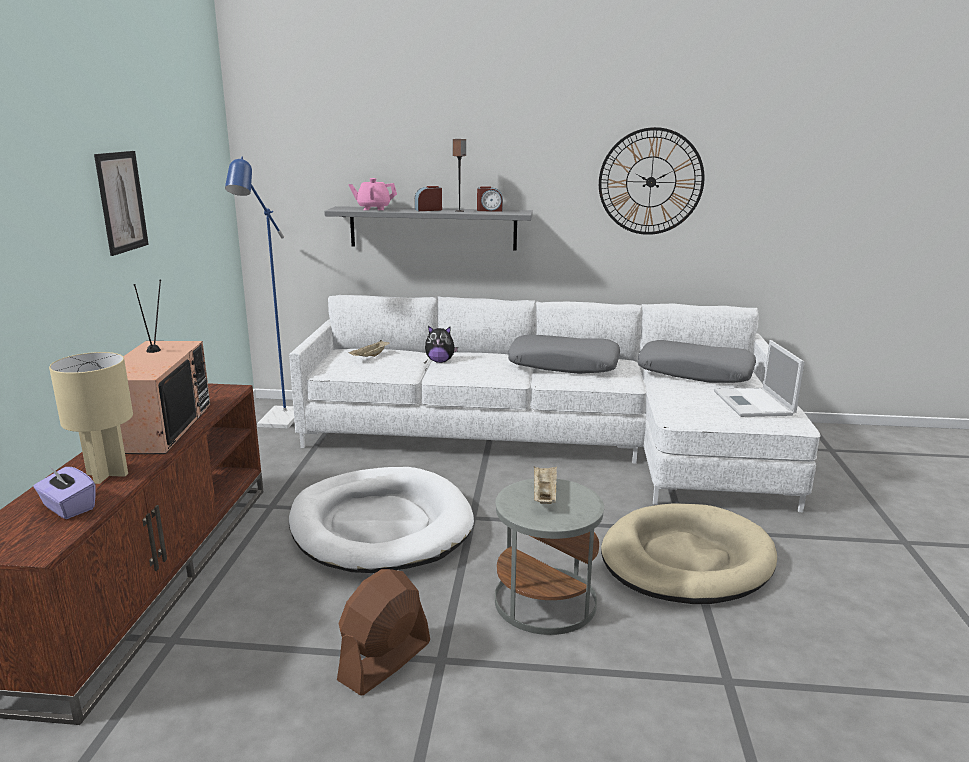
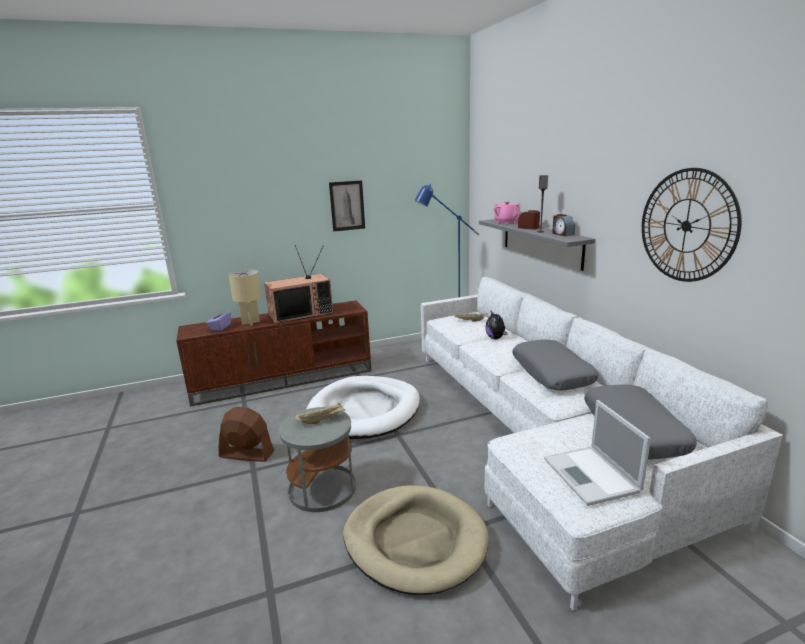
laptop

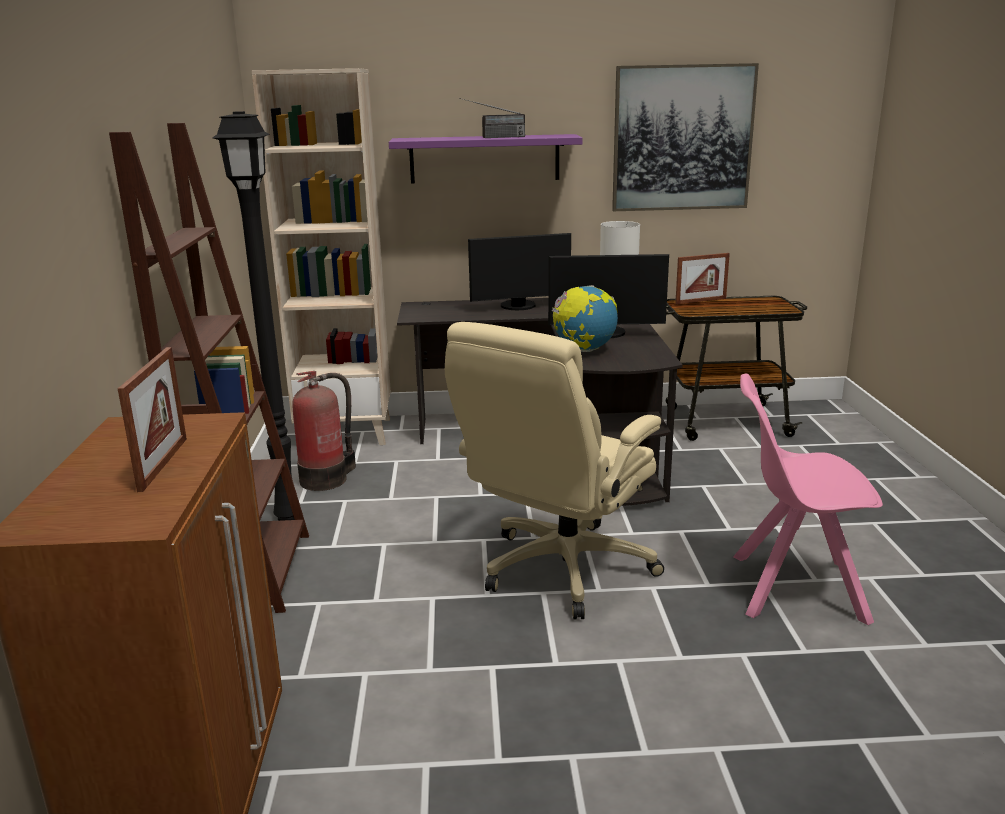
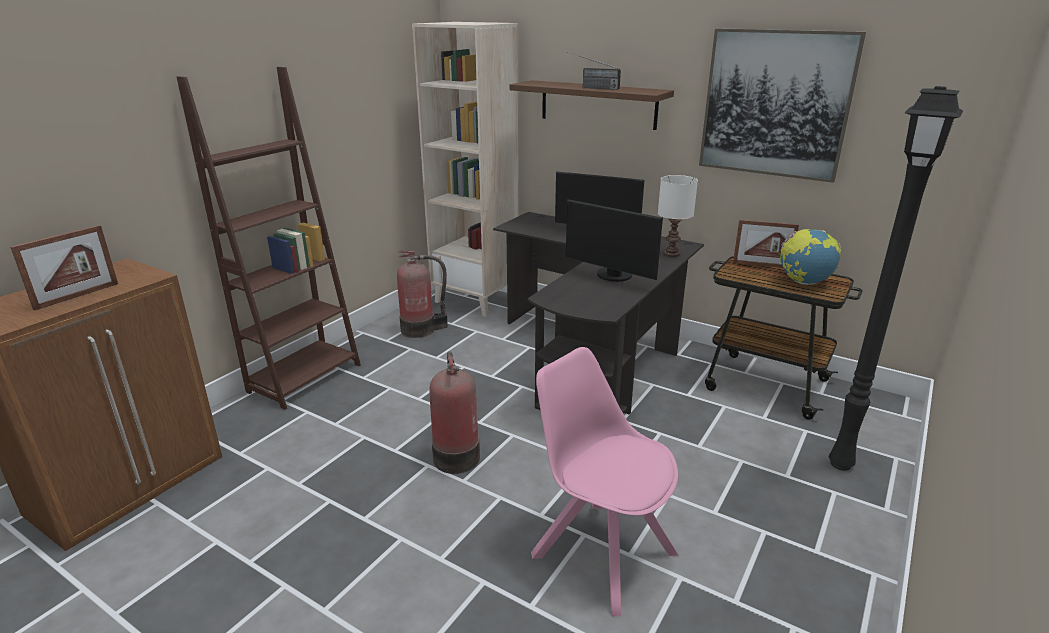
fire extinguisher (no. 2 from left)
shelf in brown
globe
floor lamp in black

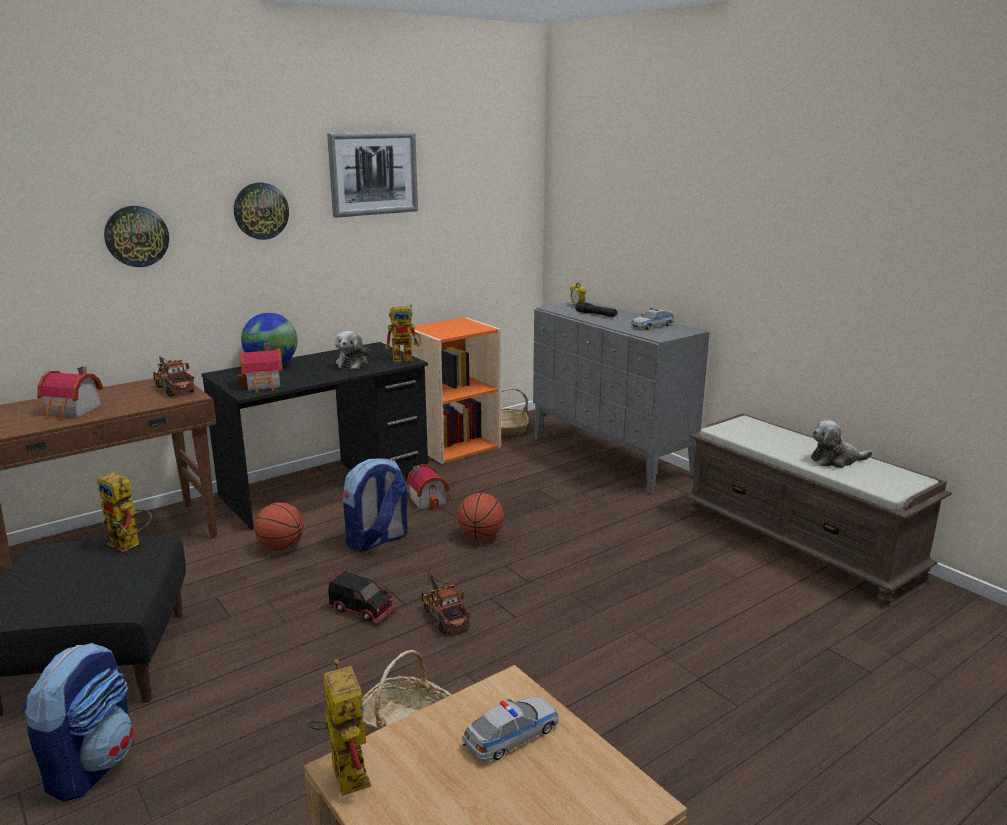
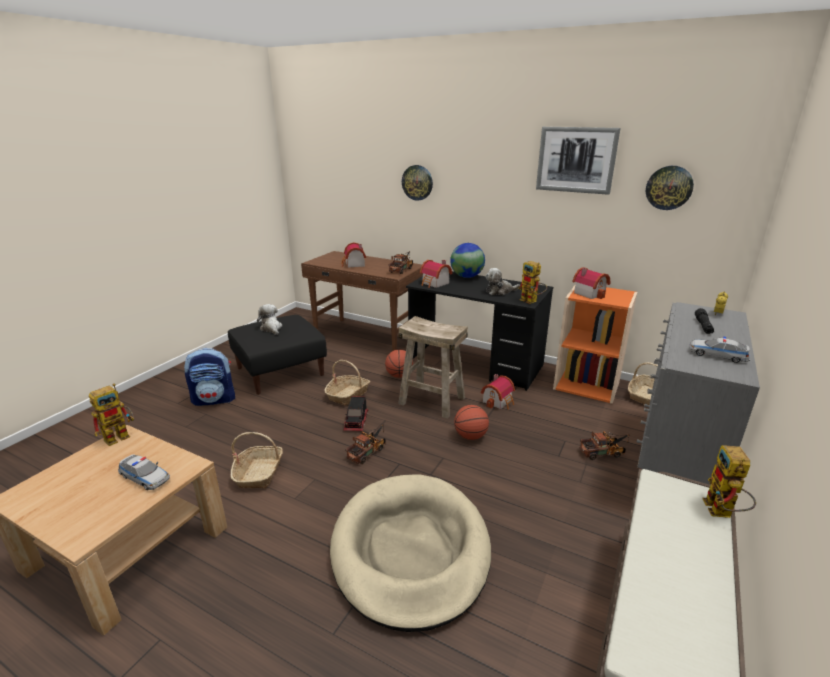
plush toy (no. 1 from left)
basket (no. 2 from left)
dog bed in beige
stool in beige
toy house (no. 4 from left)
toy truck (no. 4 from left)
wall clock (no. 2 from left)
toy robot (no. 3 from left)

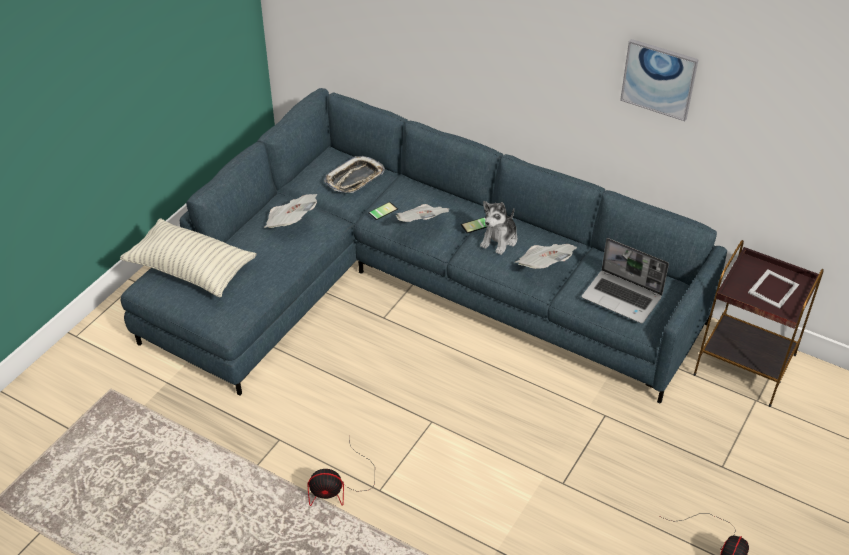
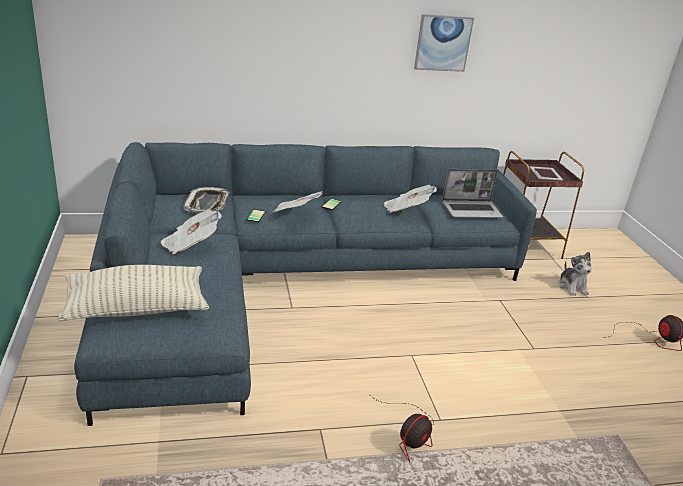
plush toy

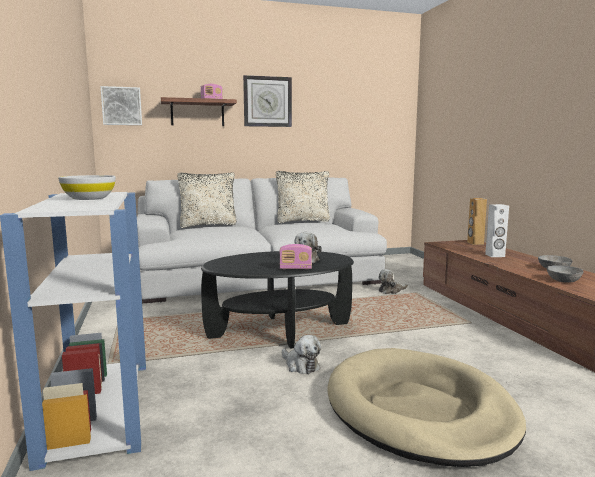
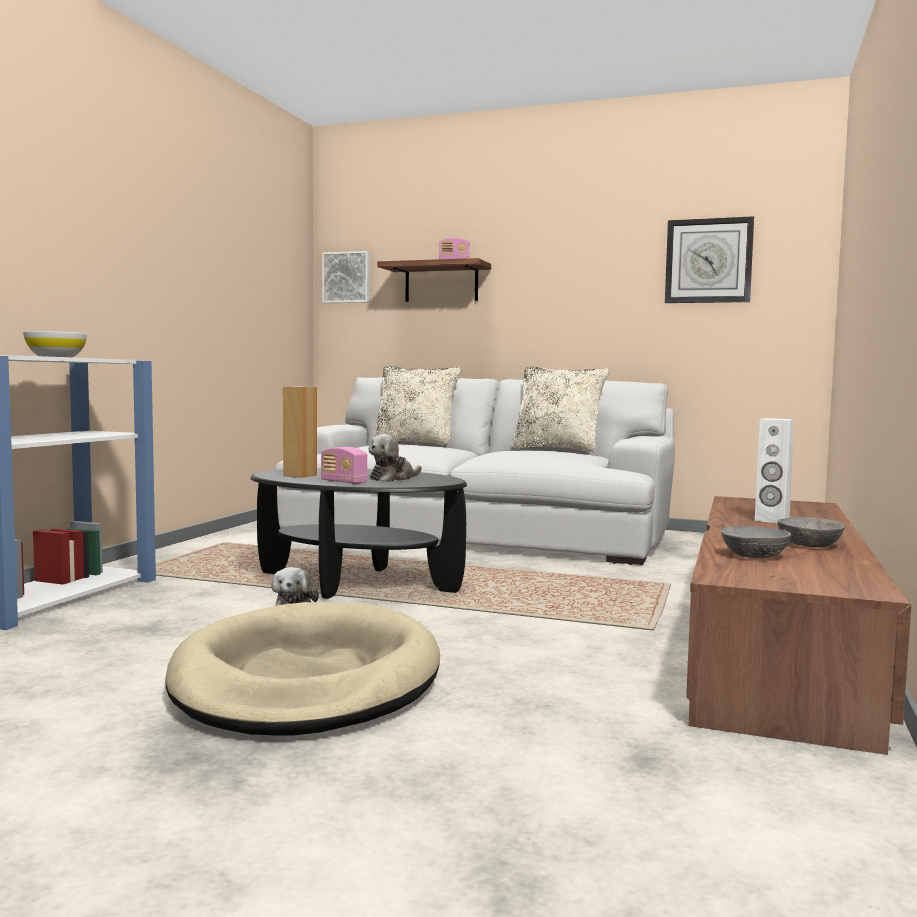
speaker in brown
wall clock
plush toy (no. 3 from left in the first image)

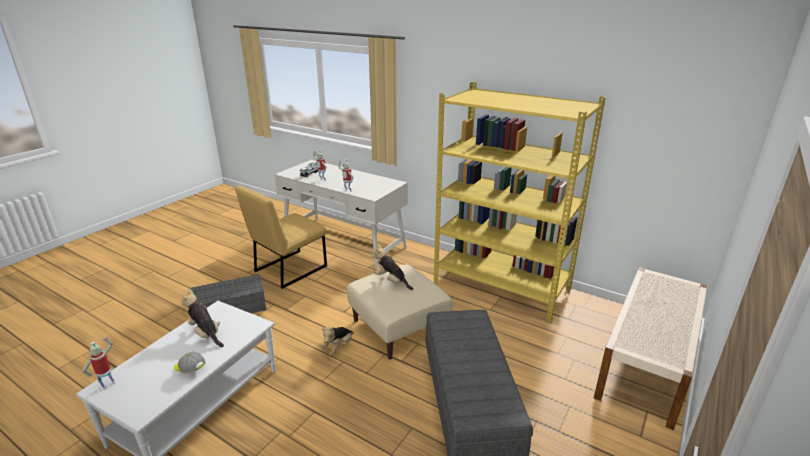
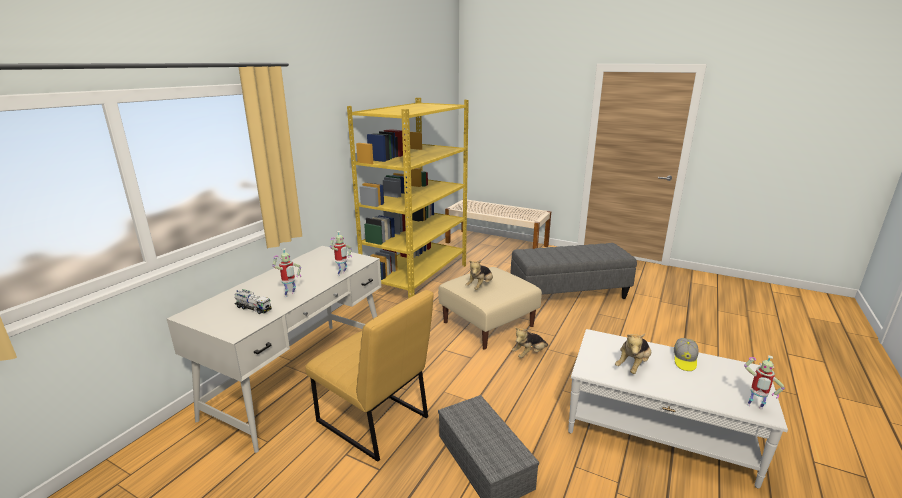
plush toy (no. 2 from left)

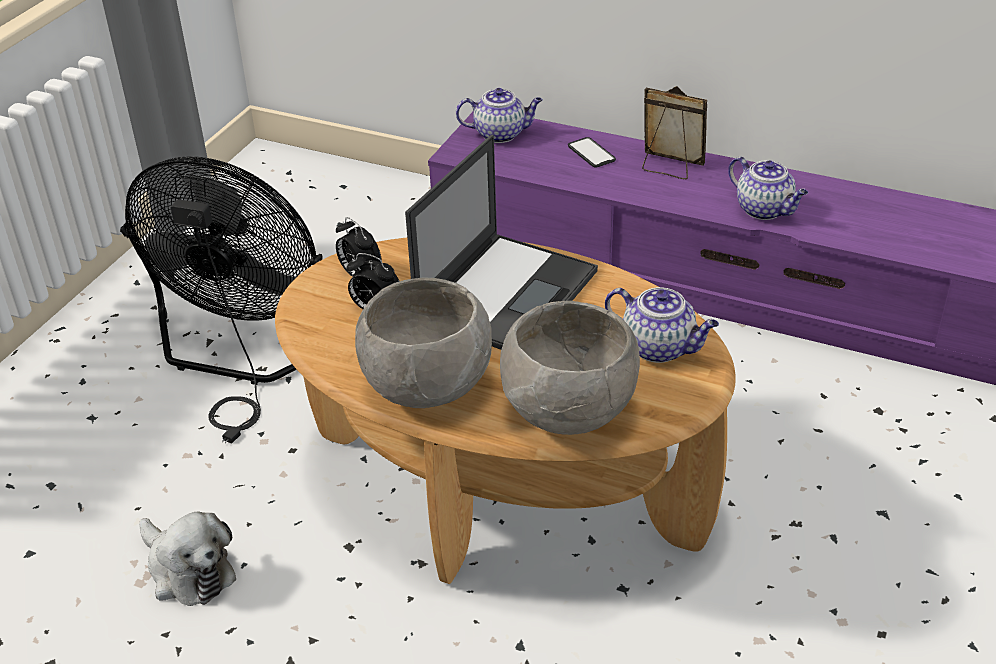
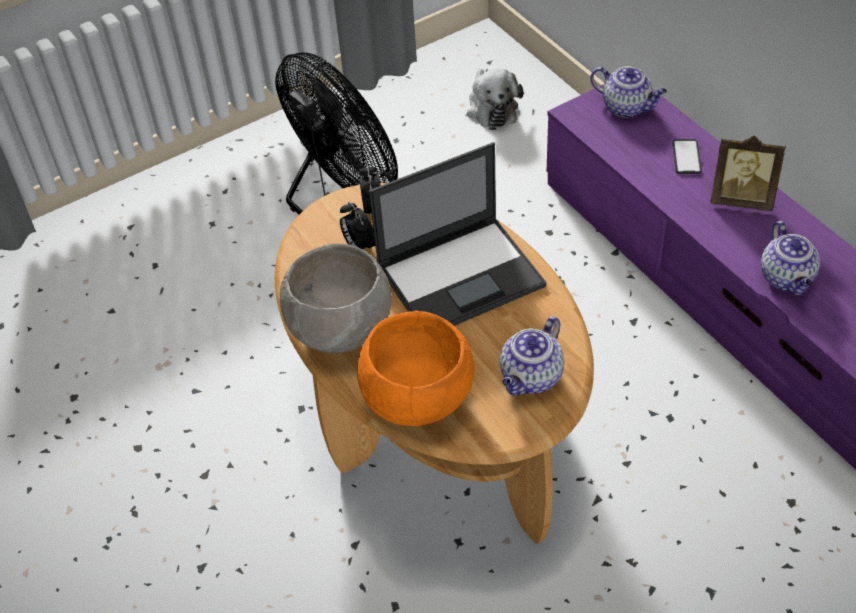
bowl in orange
plush toy
teapot (no. 1 from left)
picture frame

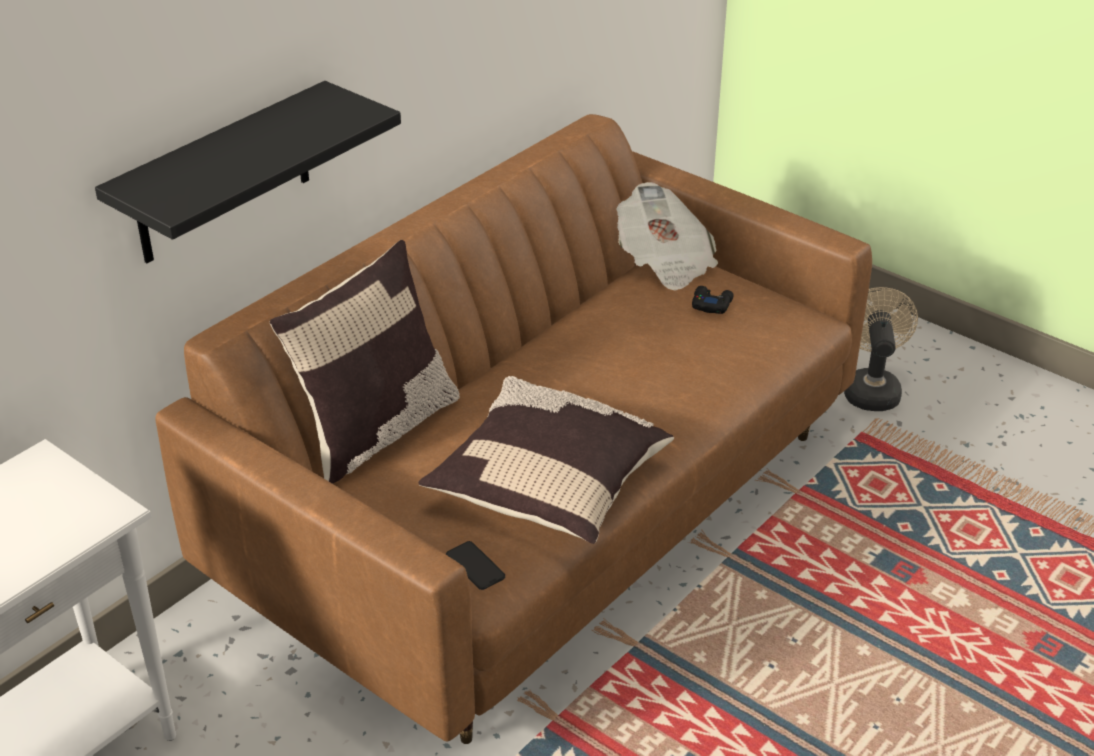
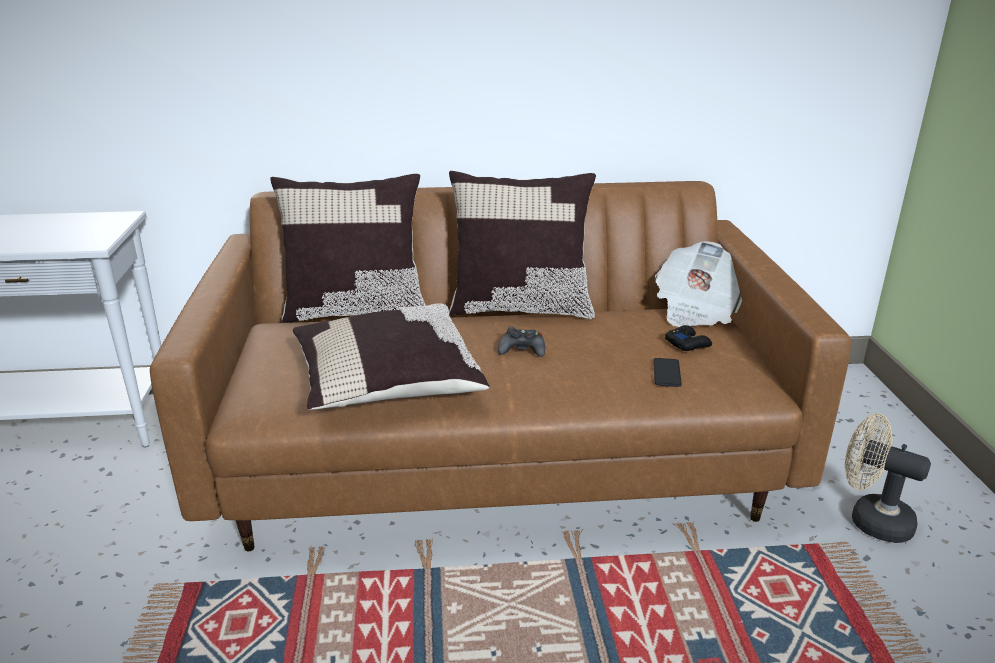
pillow (no. 3 from left)
game controller in black (no. 1 from left)
phone
fan in beige
shelf in black

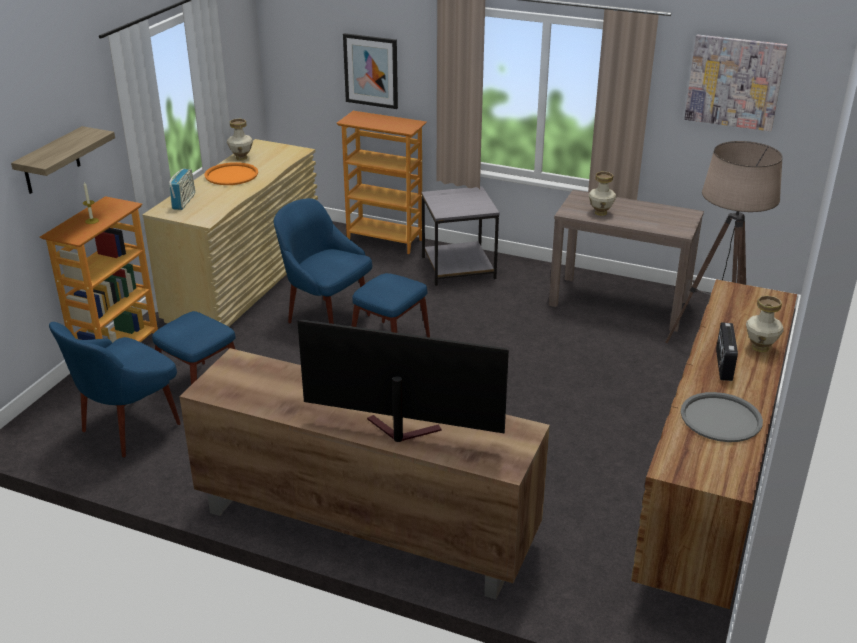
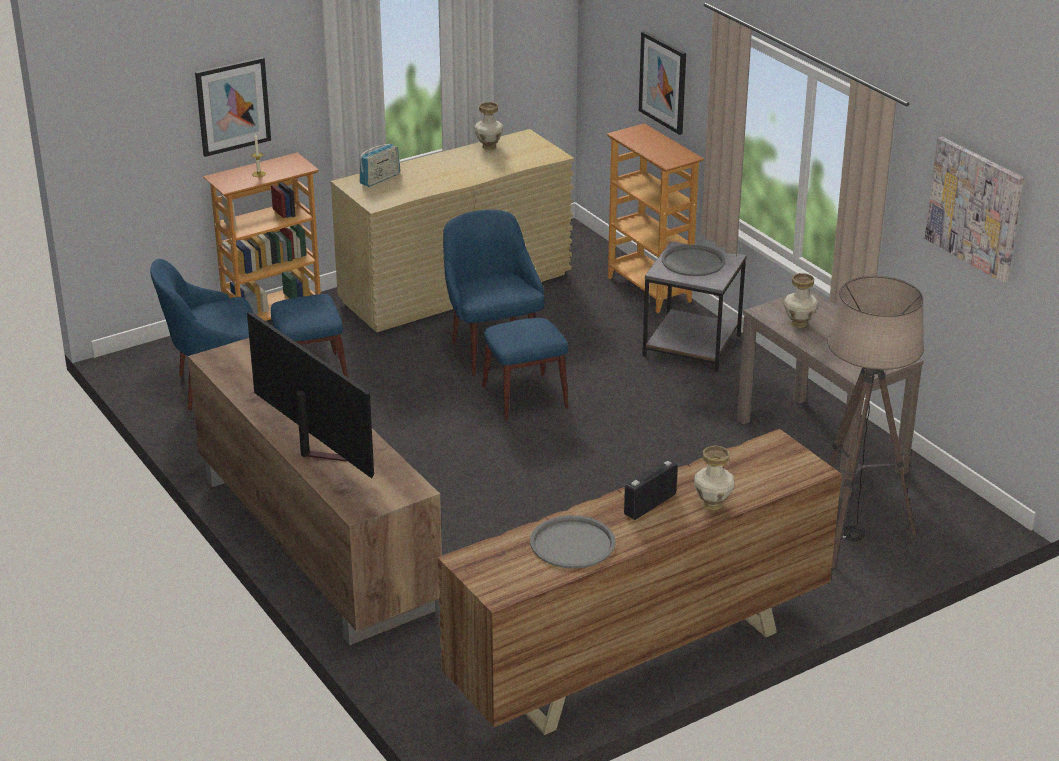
picture (no. 1 from left)
tray in grey (no. 2 from left)
tray in orange

